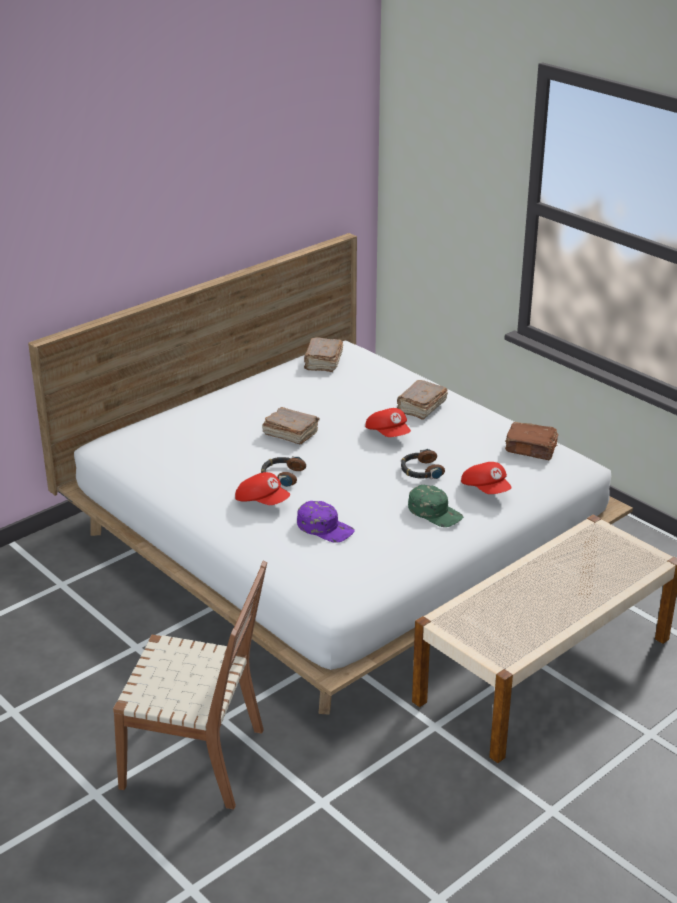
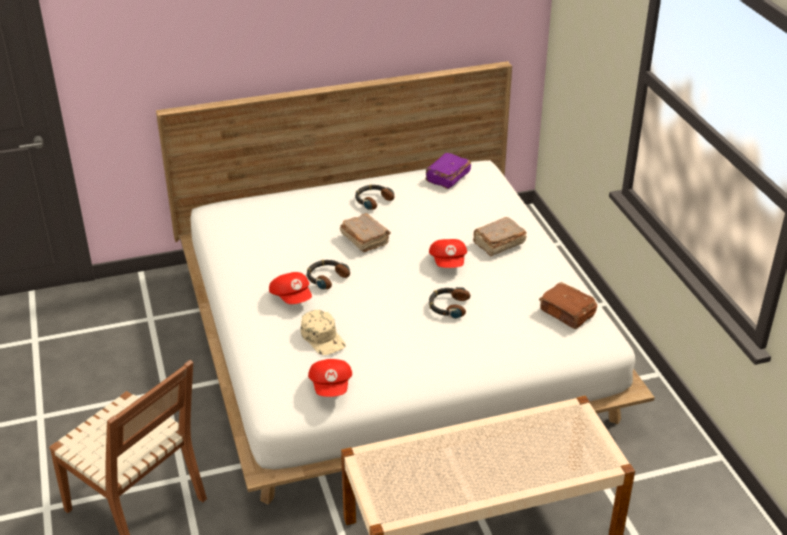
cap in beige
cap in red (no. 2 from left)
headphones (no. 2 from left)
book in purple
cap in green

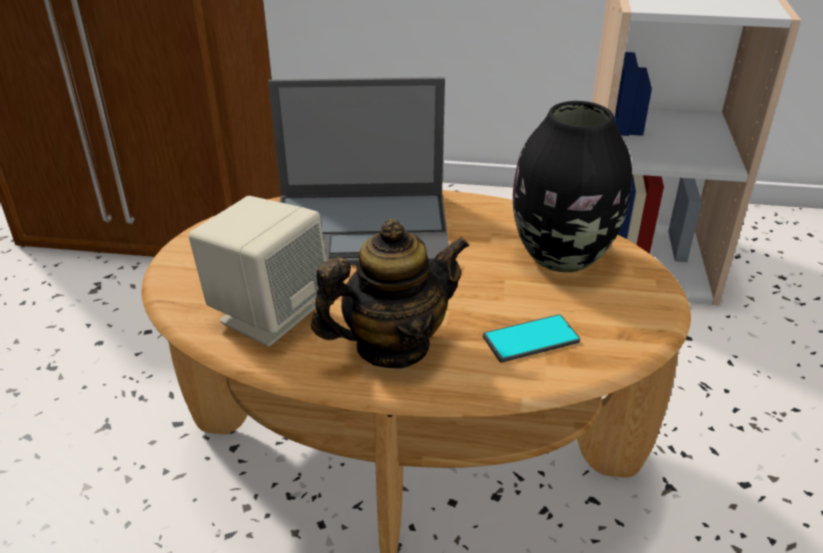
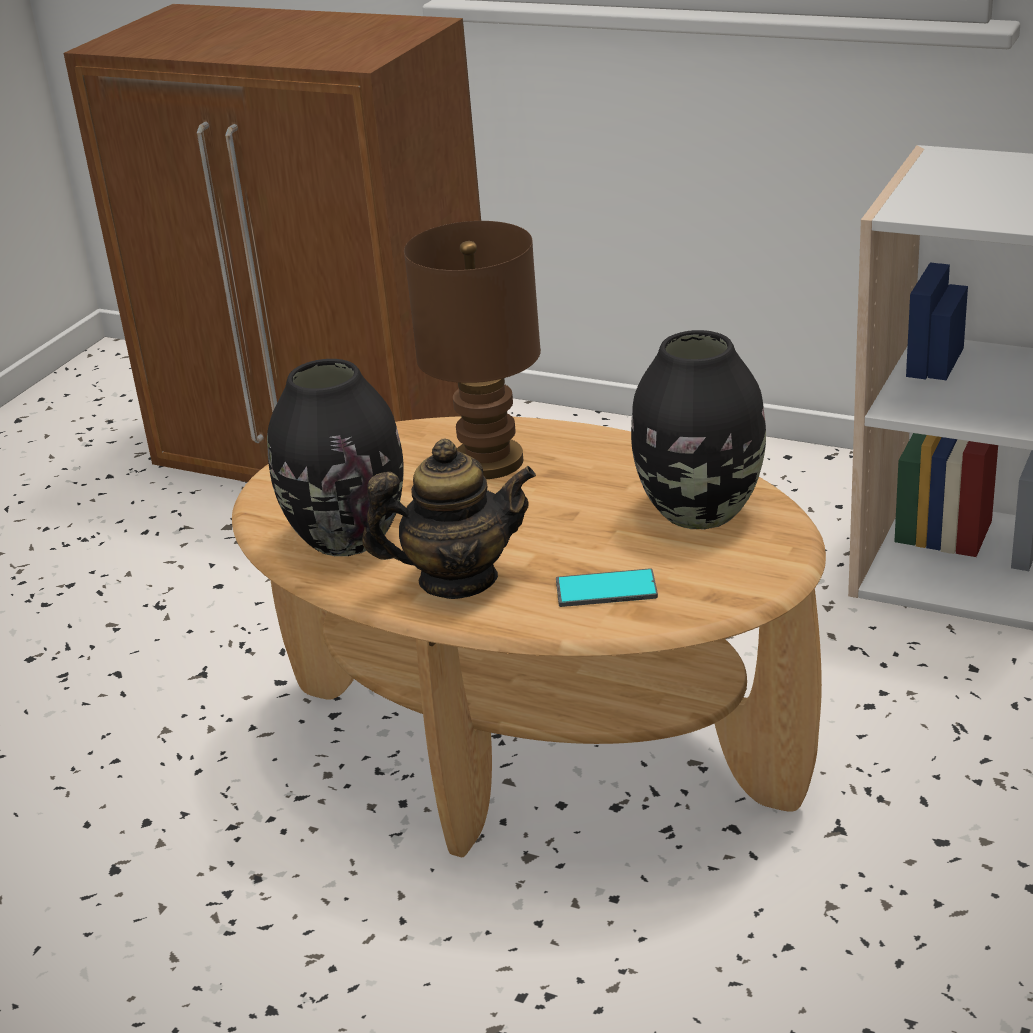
vase in black (no. 1 from left)
table lamp in brown

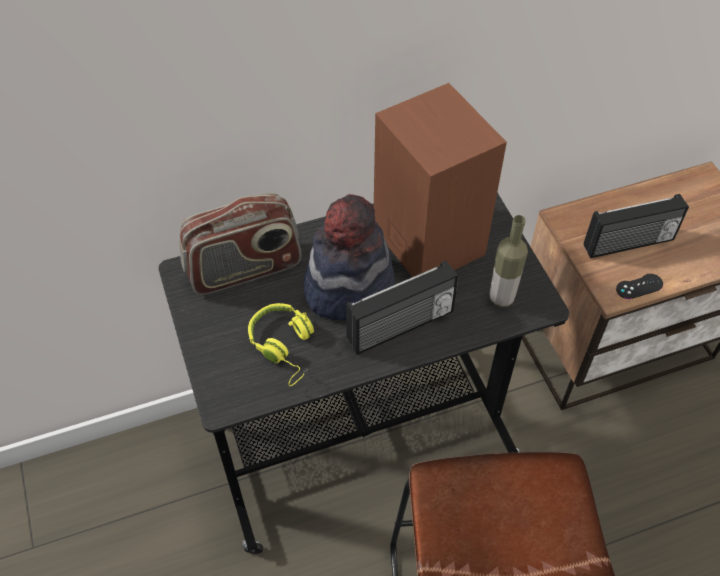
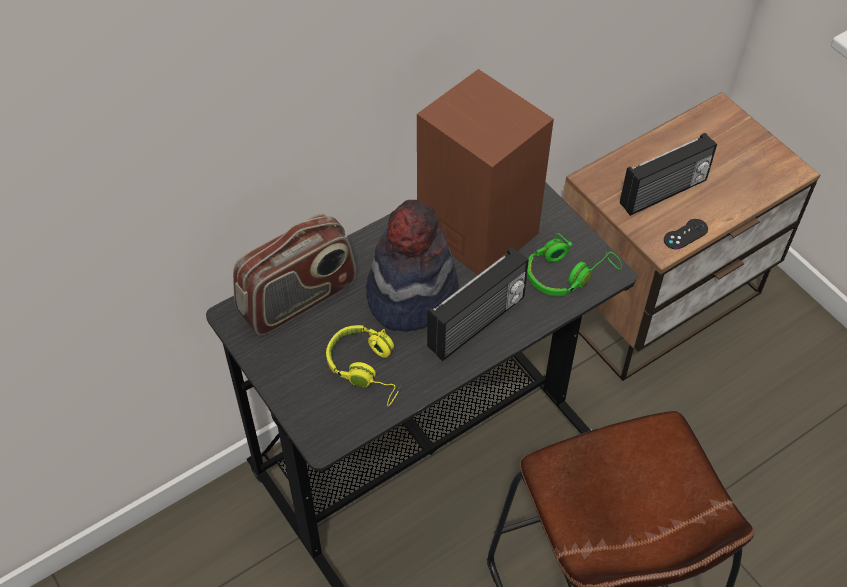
headphones in green

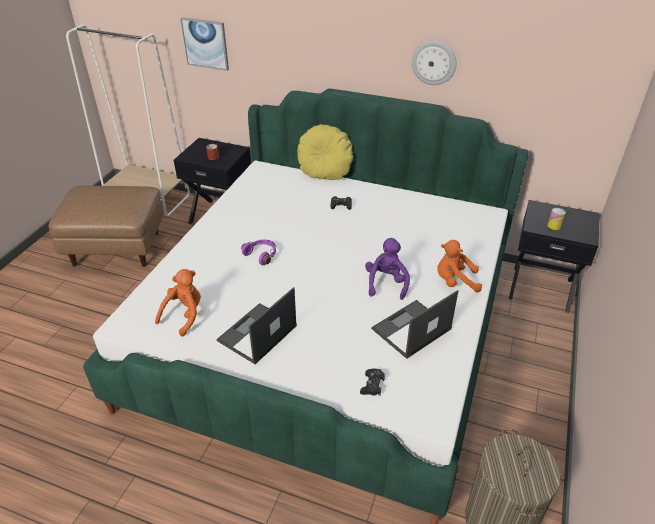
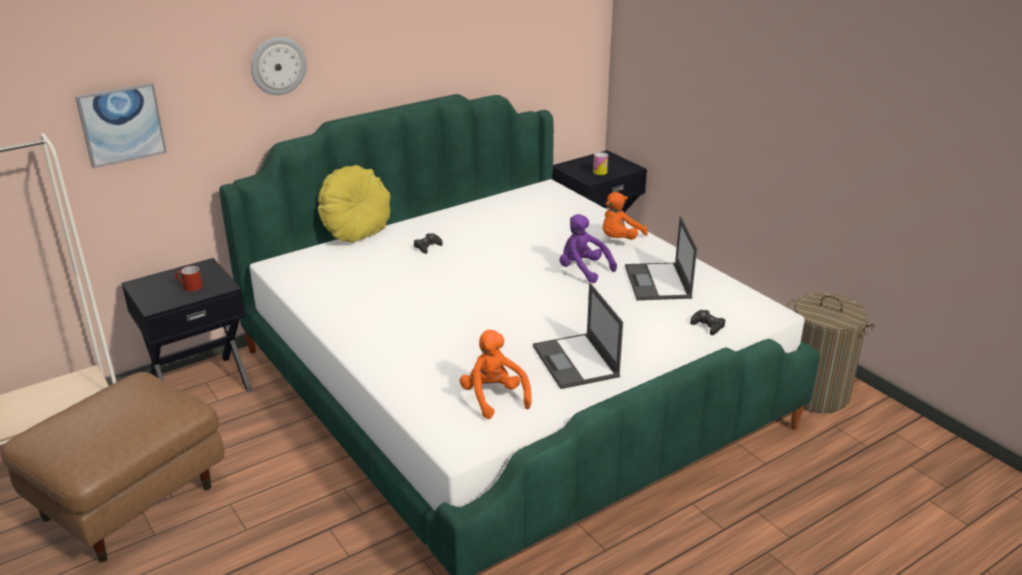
wall clock
headphones in purple

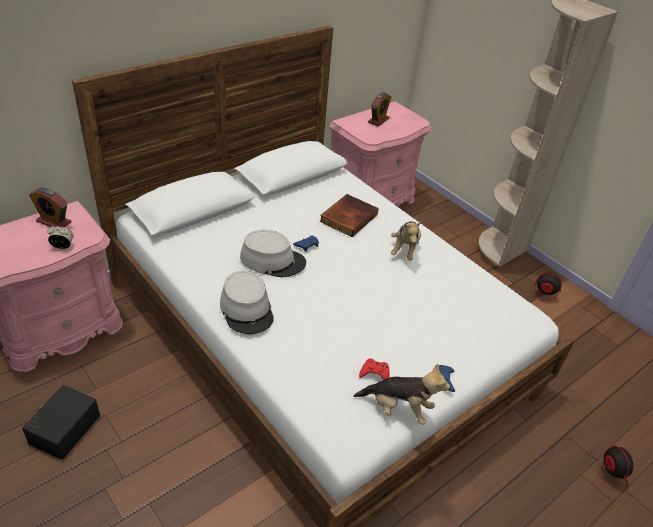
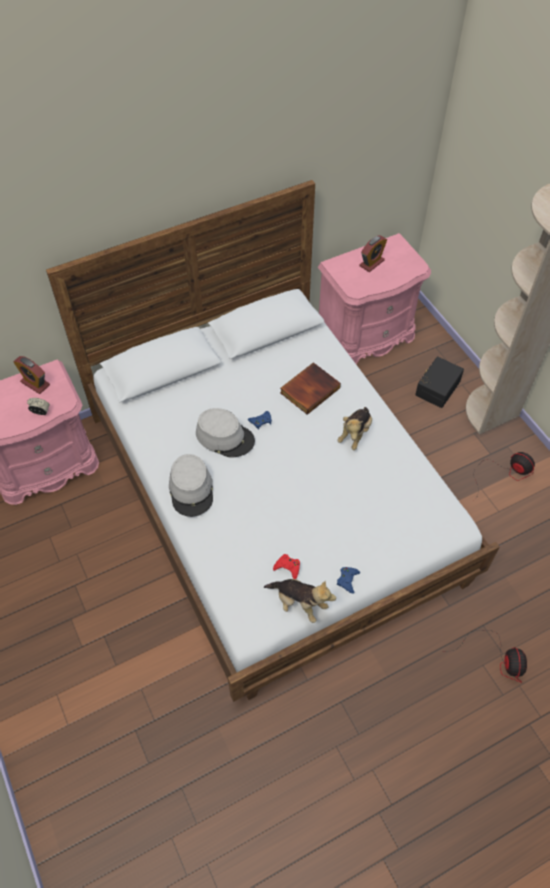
storage box in black

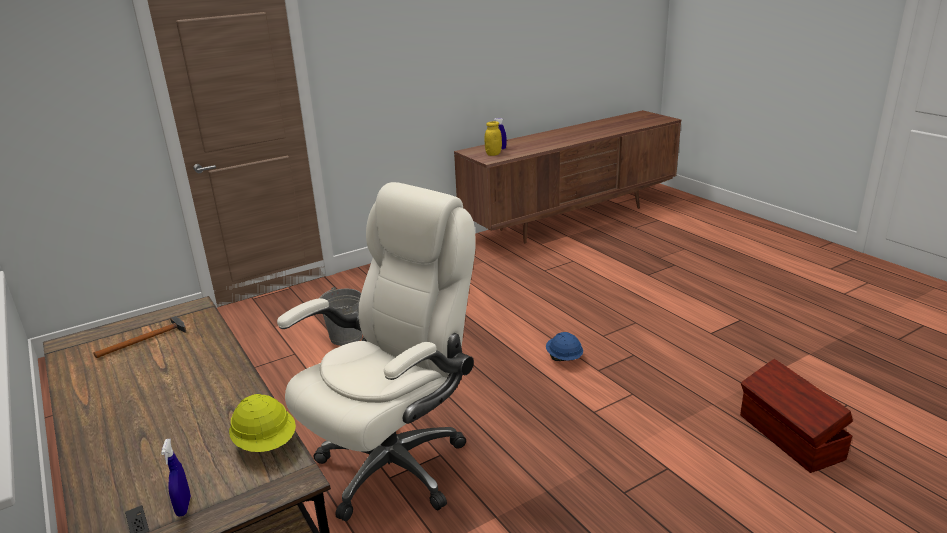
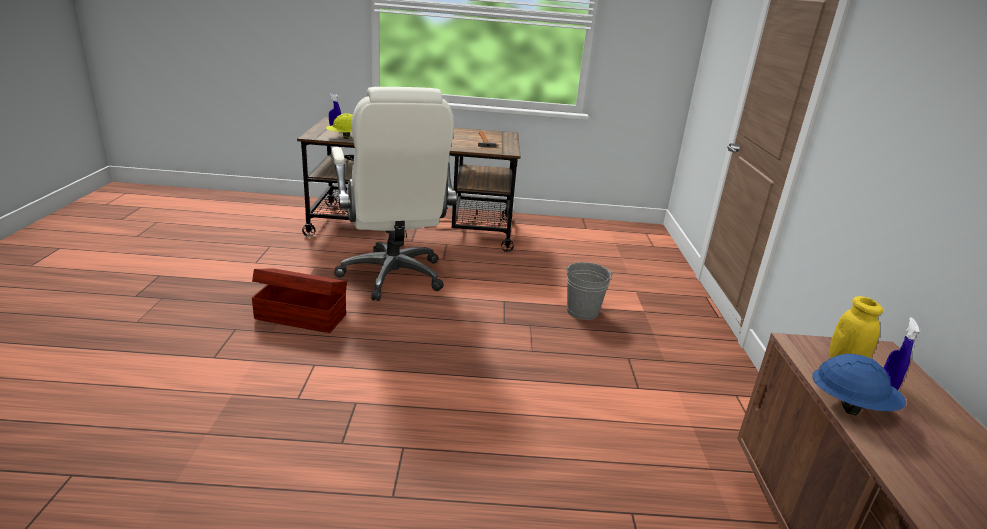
storage box in brown
hard hat in blue

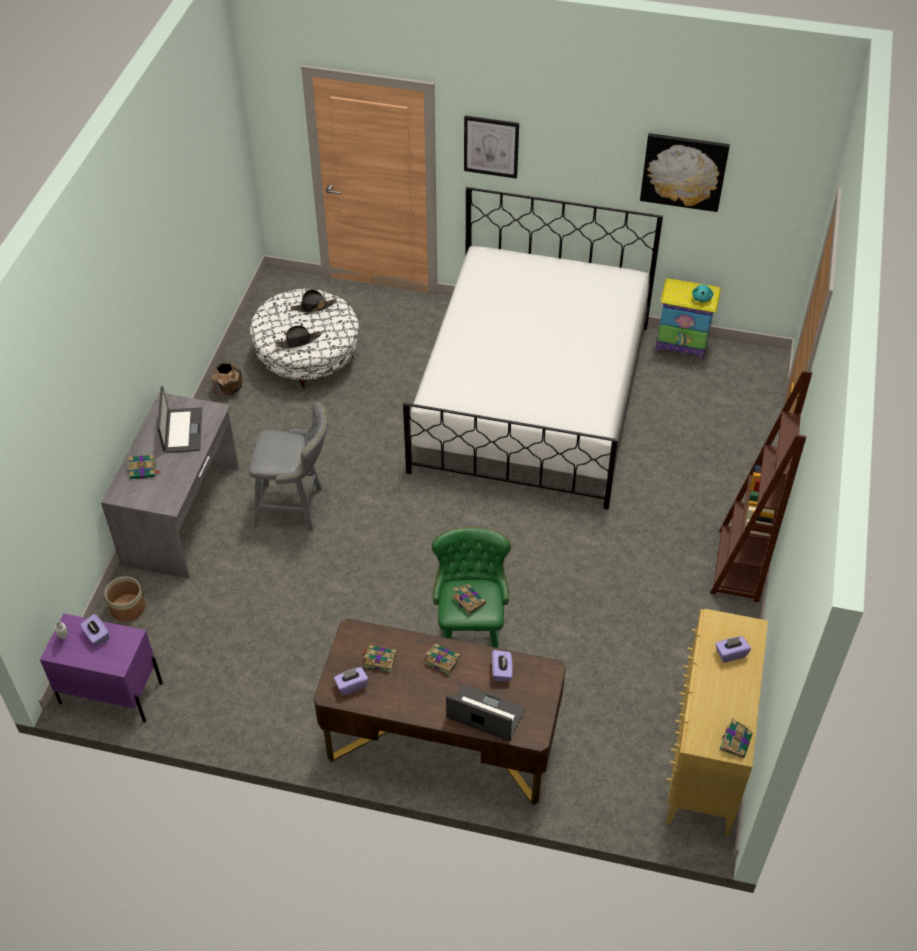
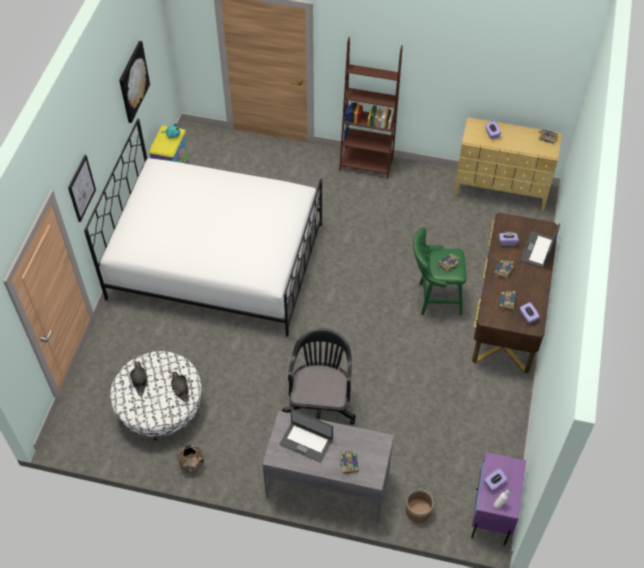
laptop (no. 1 from left)
office chair in black

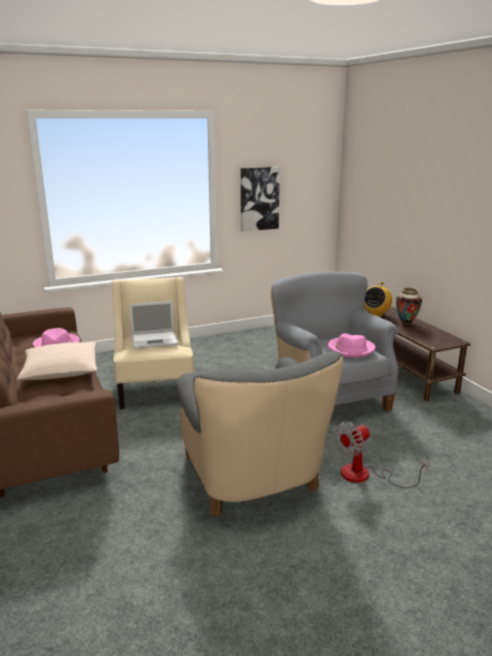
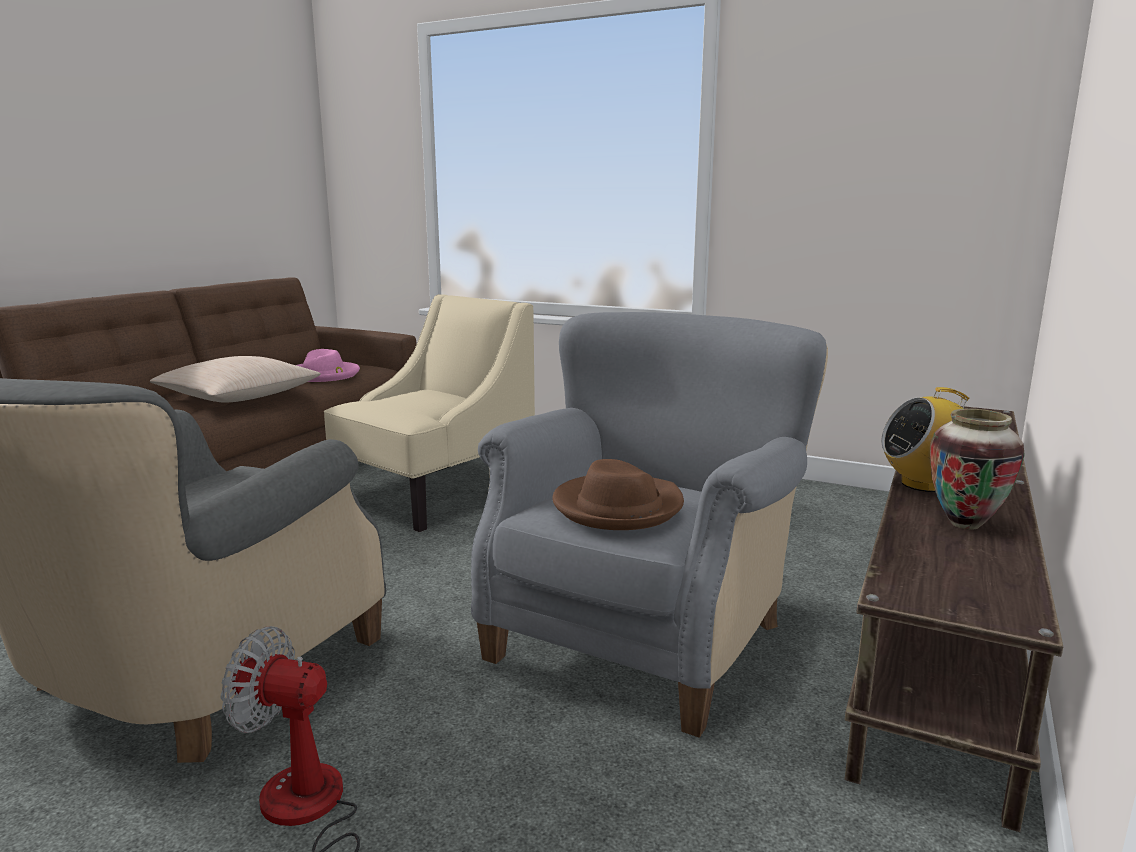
hat in brown
laptop
picture

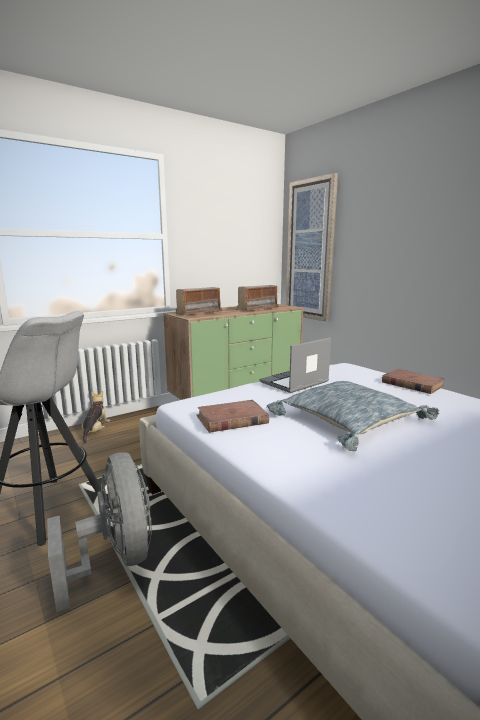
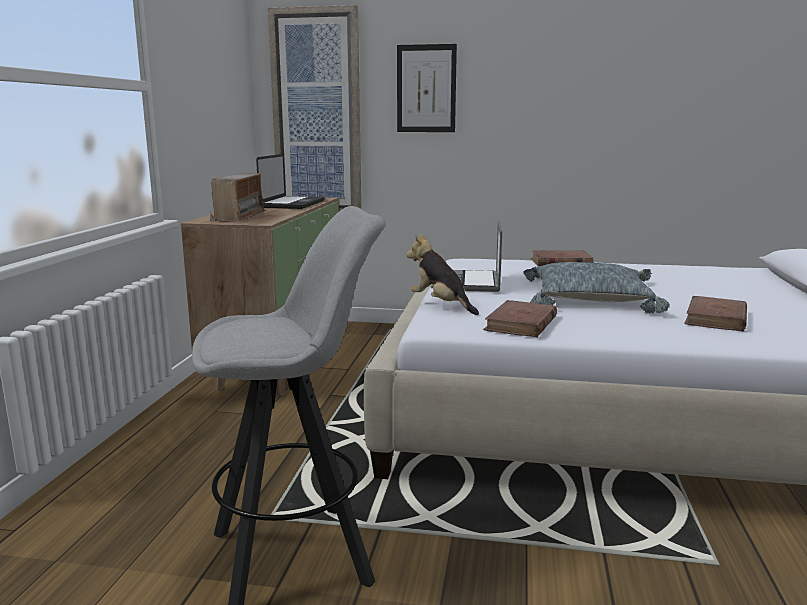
laptop (no. 1 from left)
picture (no. 2 from left)
plush toy
book in brown (no. 3 from left)
fan in grey

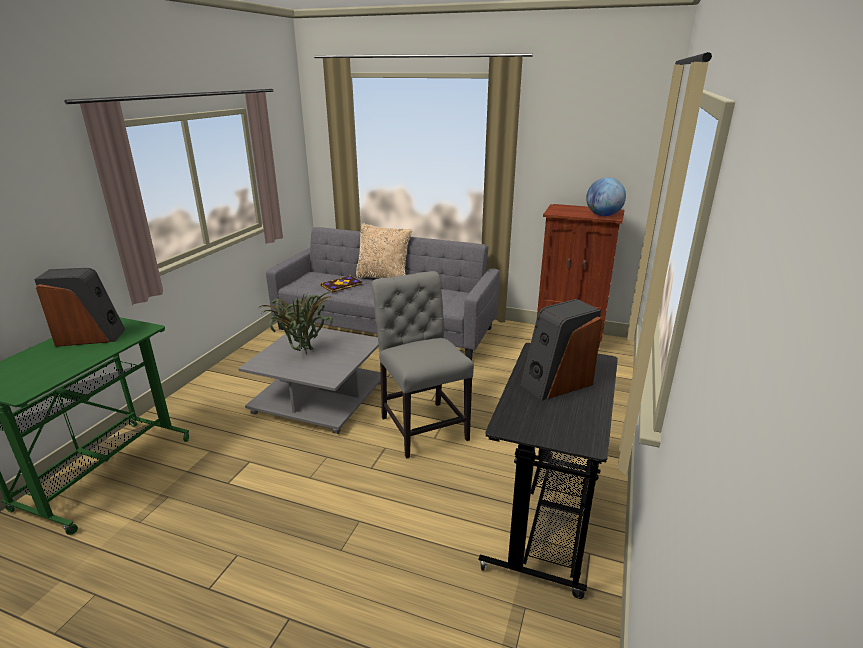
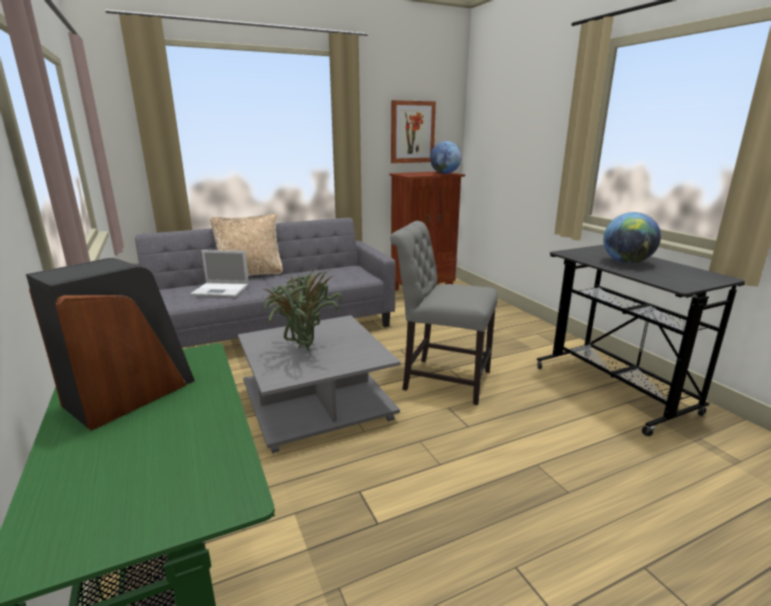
laptop
picture
globe (no. 2 from left)

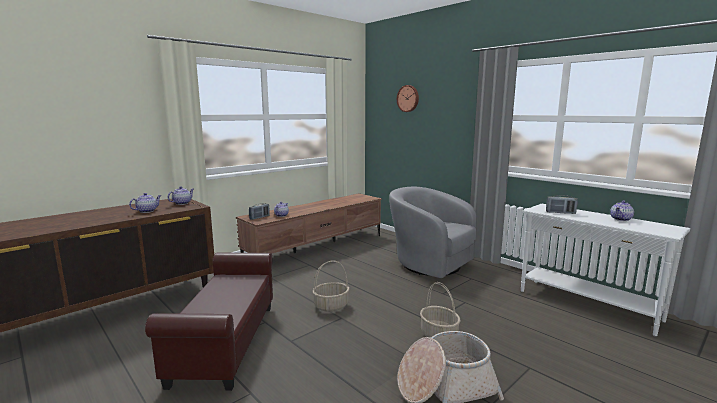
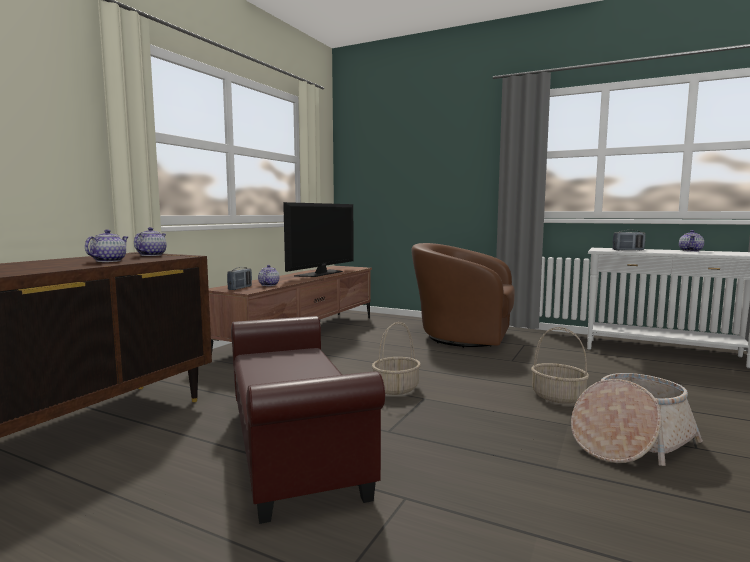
television
armchair in brown
wall clock

